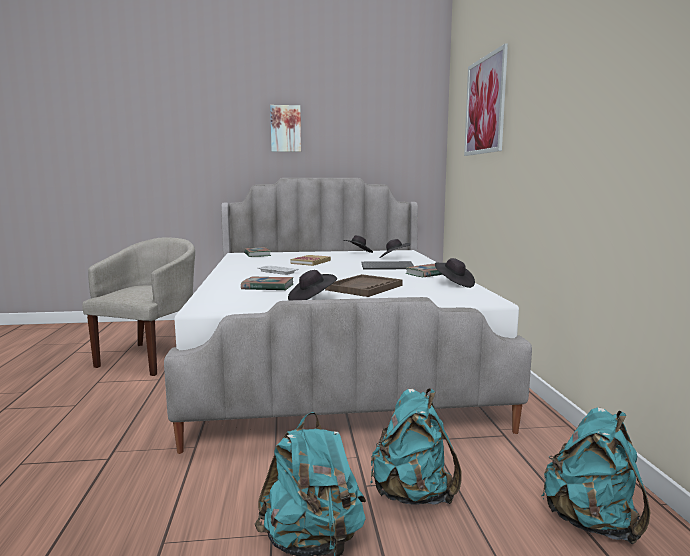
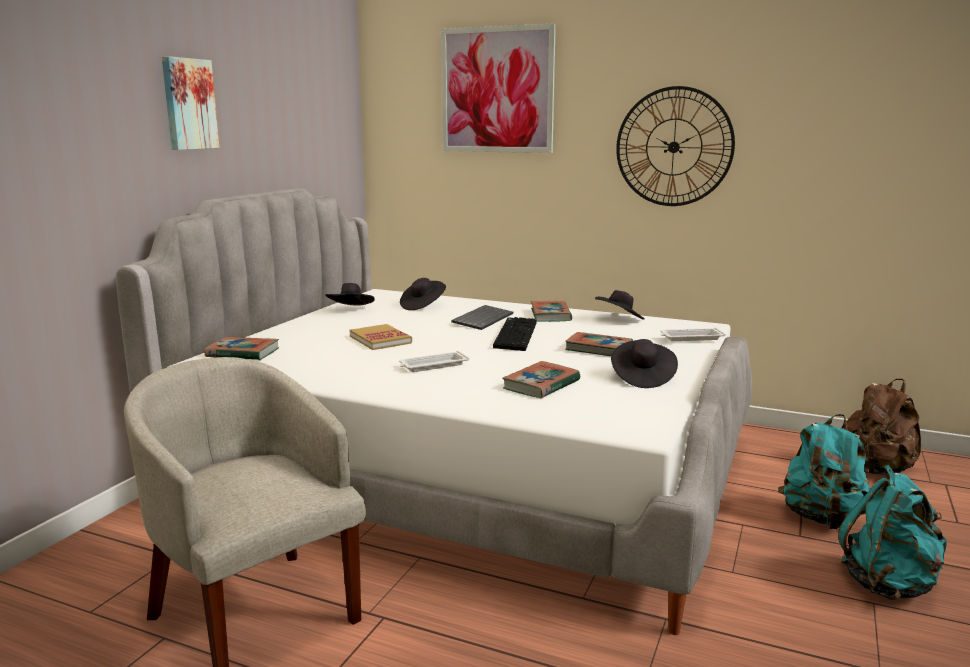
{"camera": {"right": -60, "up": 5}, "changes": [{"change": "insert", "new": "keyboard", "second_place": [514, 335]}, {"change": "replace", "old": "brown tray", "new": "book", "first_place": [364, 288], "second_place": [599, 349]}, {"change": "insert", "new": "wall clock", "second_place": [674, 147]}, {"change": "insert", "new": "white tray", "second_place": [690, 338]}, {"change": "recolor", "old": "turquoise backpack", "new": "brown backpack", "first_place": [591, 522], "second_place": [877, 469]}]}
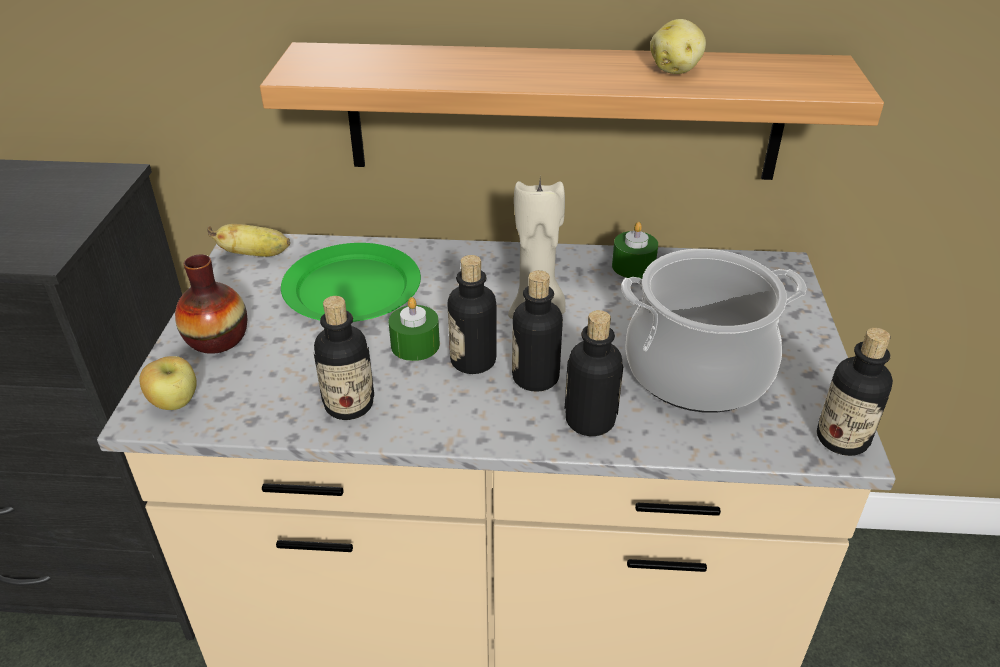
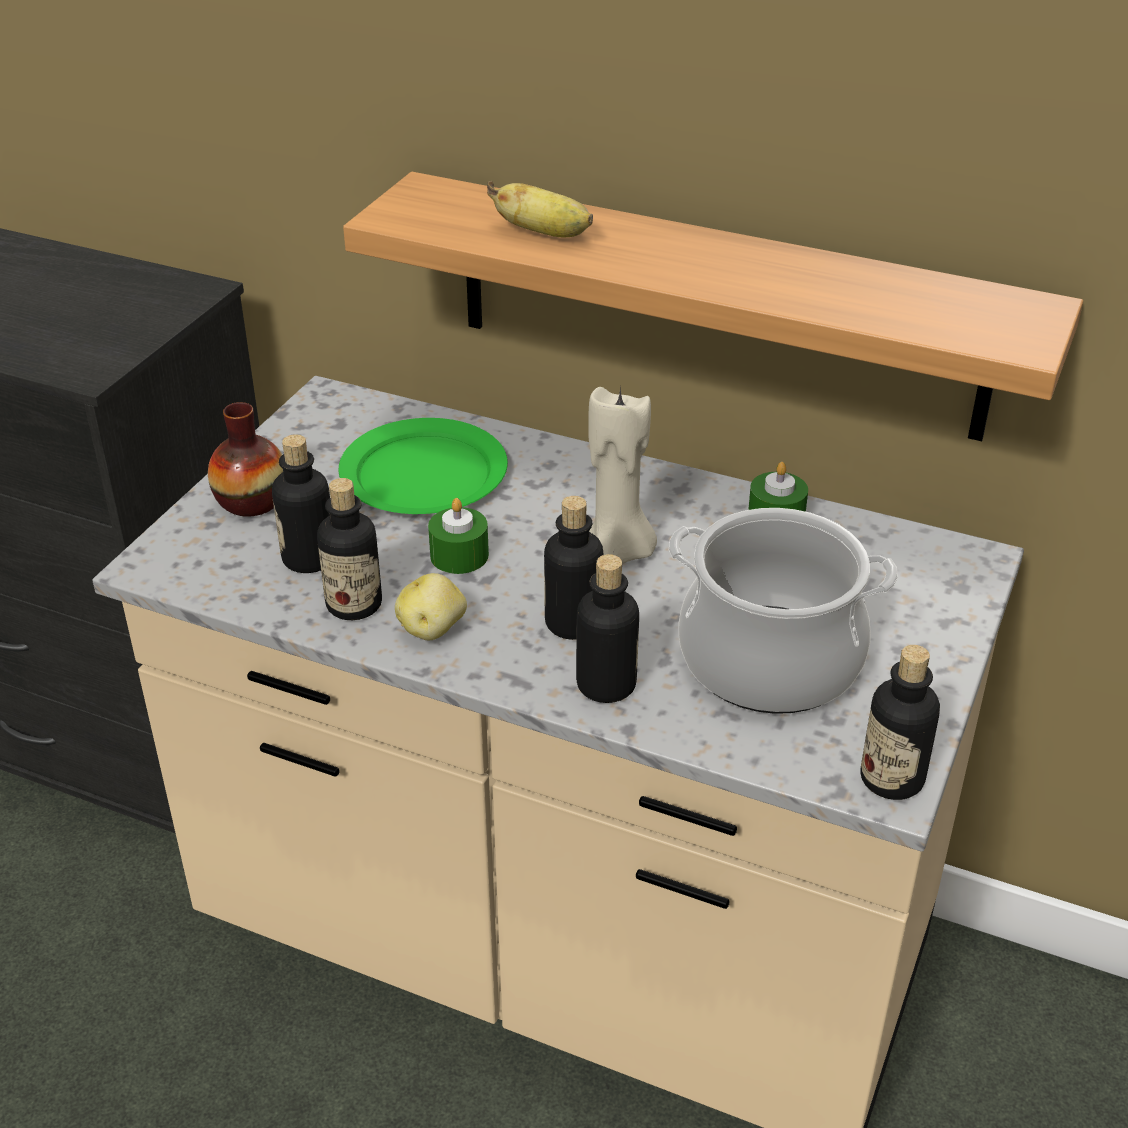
{"camera": {"right": 20, "up": 0}, "changes": [{"change": "move", "old": "bottle", "first_place": [473, 361], "second_place": [309, 558]}, {"change": "move", "old": "potato", "first_place": [676, 70], "second_place": [433, 629]}, {"change": "move", "old": "banana", "first_place": [256, 255], "second_place": [544, 234]}, {"change": "delete", "old": "apple", "first_place": [176, 403]}]}
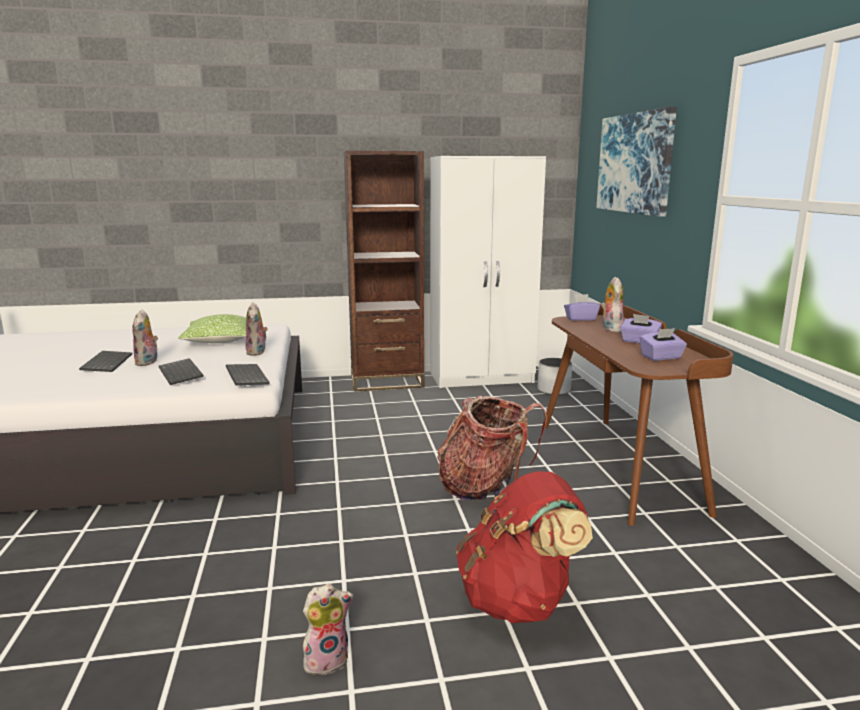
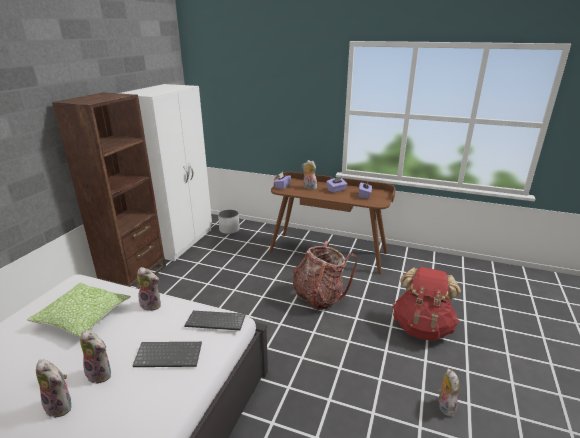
{"camera": {"right": -60, "up": 10}, "changes": [{"change": "replace", "old": "keyboard", "new": "plush toy", "first_place": [106, 363], "second_place": [61, 405]}, {"change": "delete", "old": "picture", "first_place": [634, 163]}]}
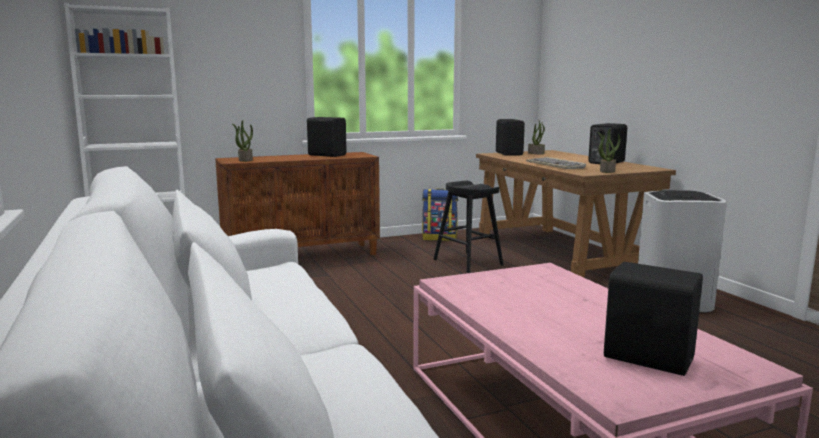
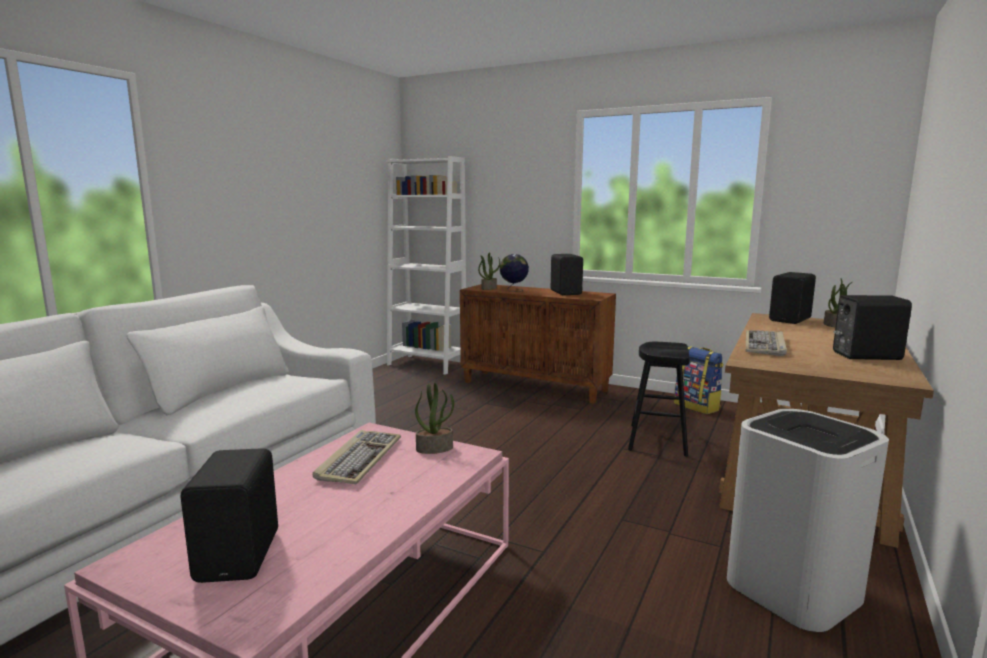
{"camera": {"right": 50, "up": 0}, "changes": [{"change": "insert", "new": "keyboard", "second_place": [359, 459]}, {"change": "move", "old": "potted plant", "first_place": [607, 171], "second_place": [435, 448]}, {"change": "insert", "new": "globe", "second_place": [513, 291]}]}
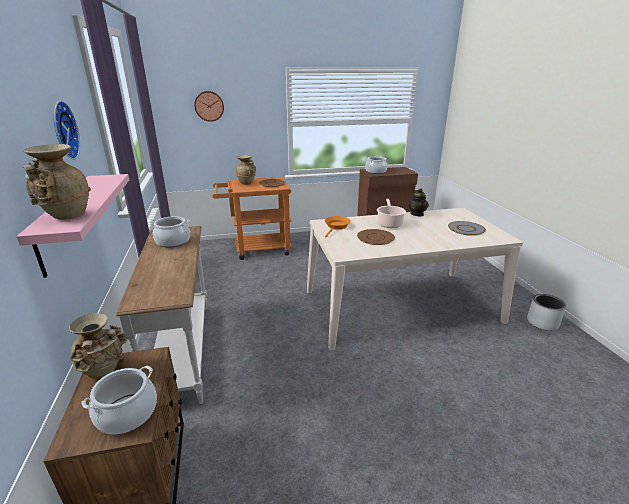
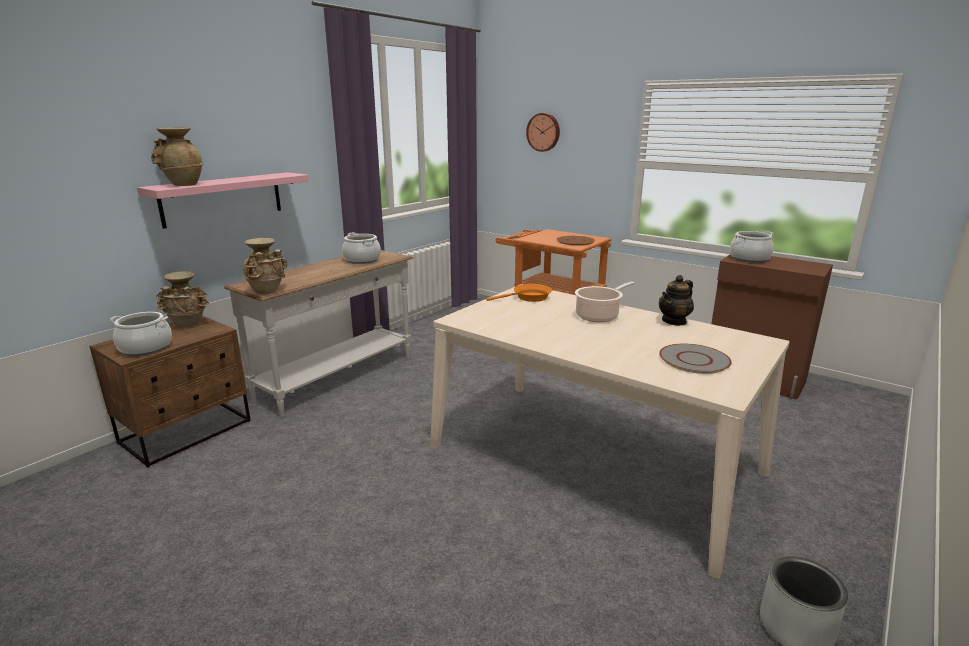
{"camera": {"right": 50, "up": -5}, "changes": [{"change": "move", "old": "beige vase", "first_place": [247, 183], "second_place": [267, 291]}, {"change": "delete", "old": "wall clock", "first_place": [62, 130]}, {"change": "delete", "old": "brown plate", "first_place": [375, 238]}]}
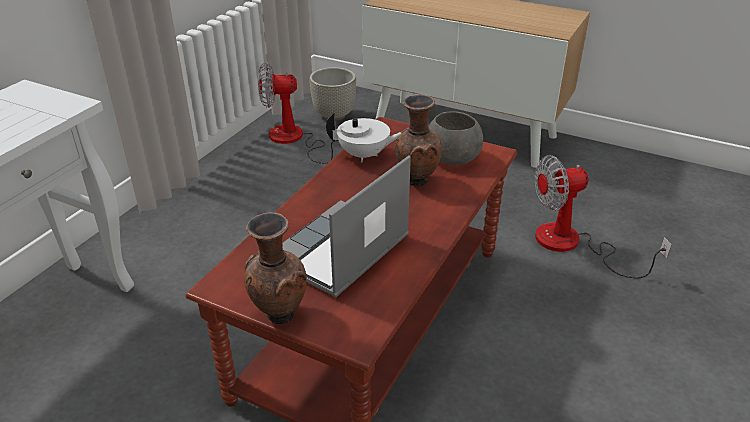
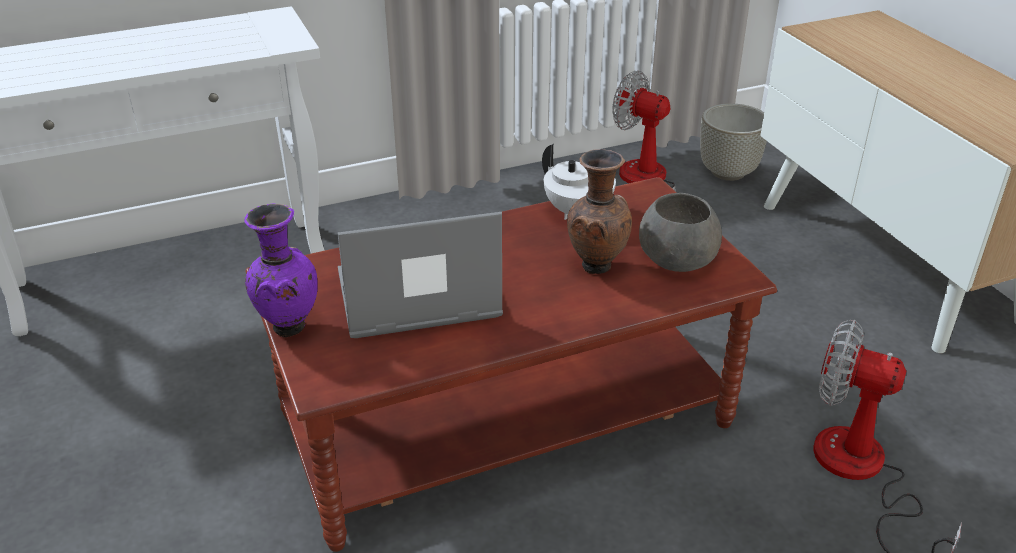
{"camera": {"right": 40, "up": 0}, "changes": [{"change": "recolor", "old": "brown vase", "new": "purple vase", "first_place": [278, 315], "second_place": [287, 326]}]}
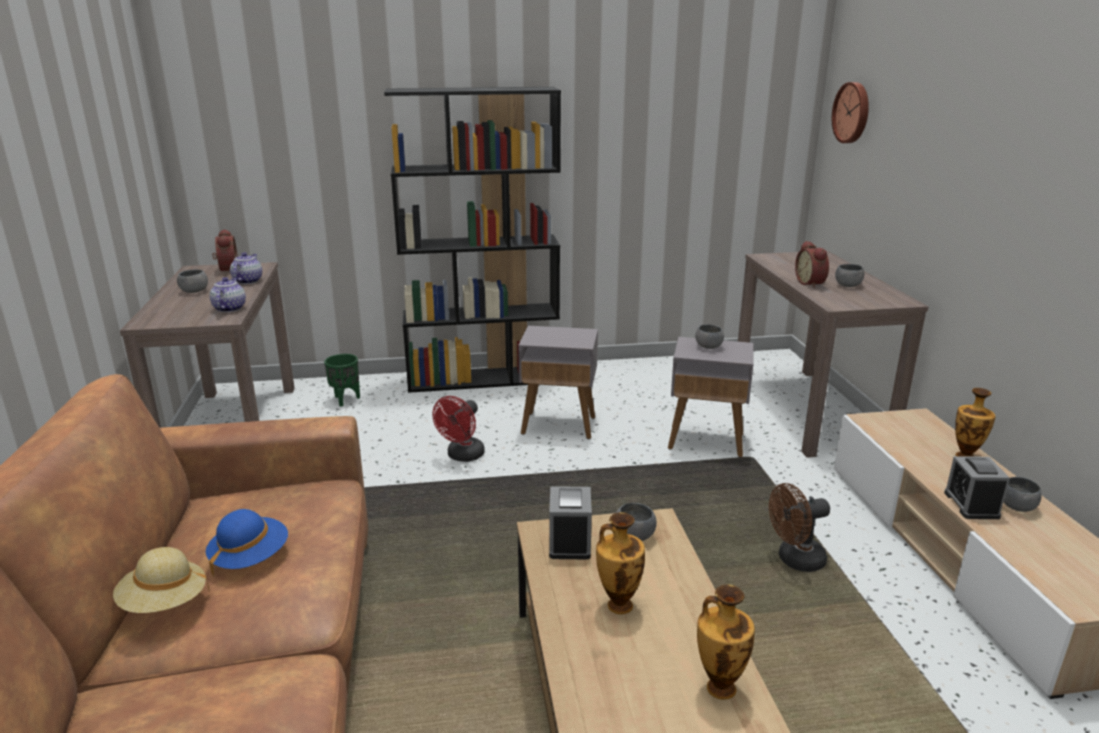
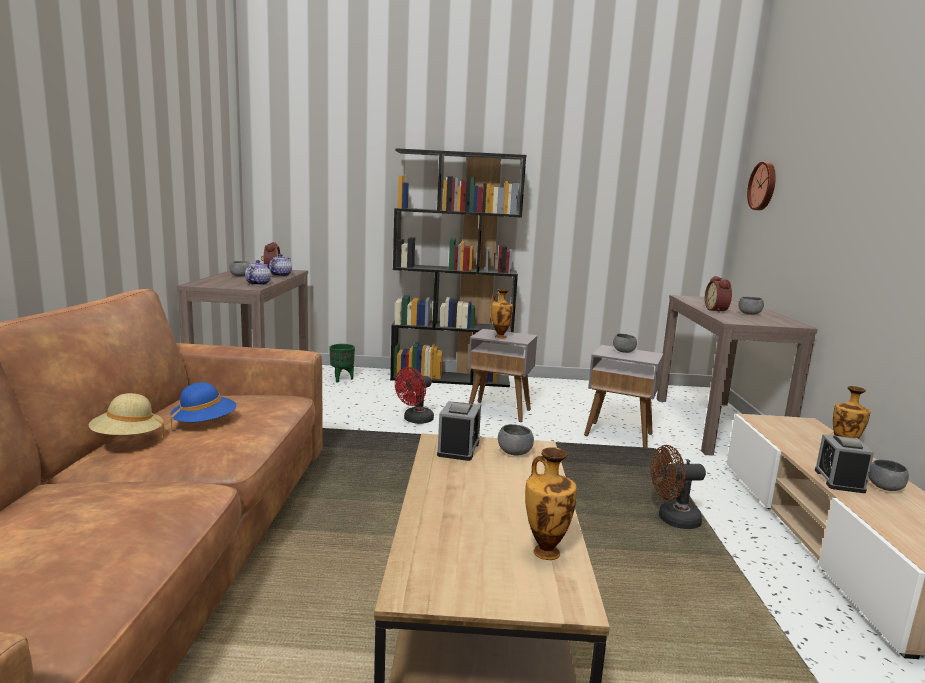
{"camera": {"right": 10, "up": -10}, "changes": [{"change": "move", "old": "vase", "first_place": [618, 605], "second_place": [500, 336]}]}
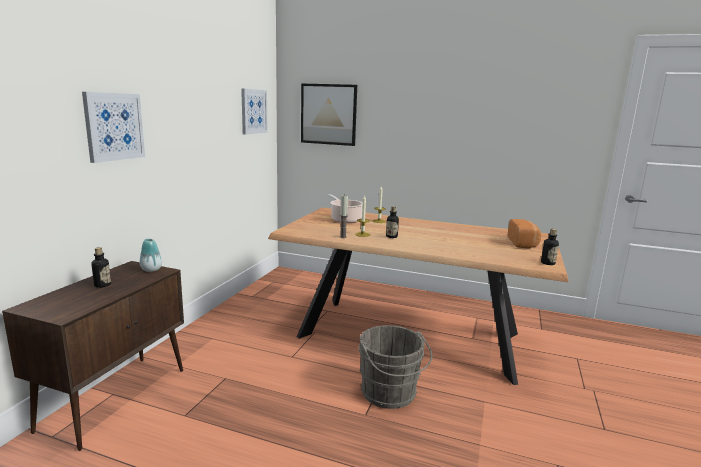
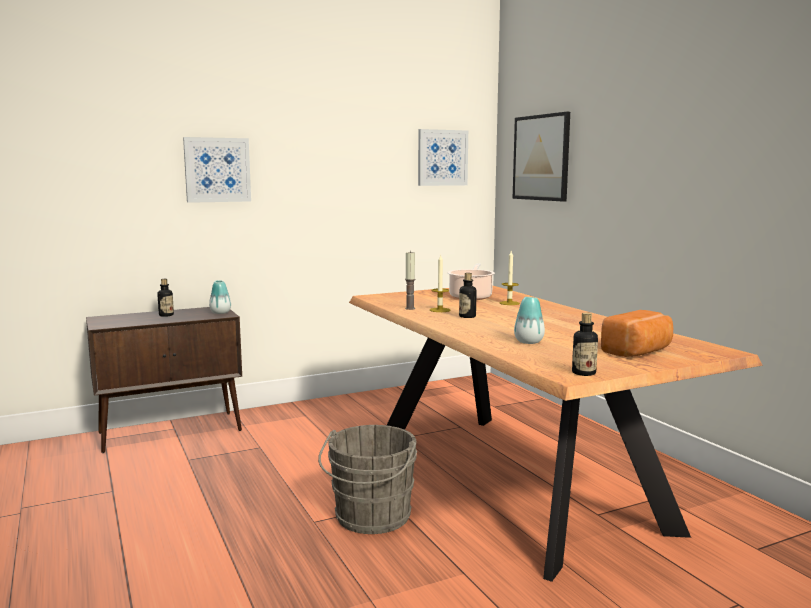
{"camera": {"right": 45, "up": -5}, "changes": [{"change": "insert", "new": "vase", "second_place": [528, 342]}]}
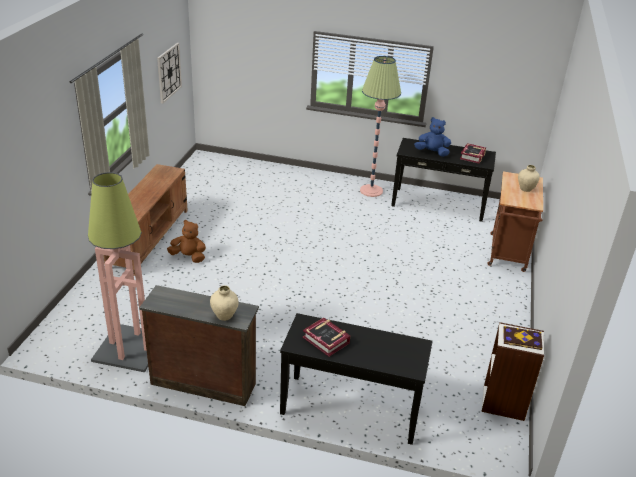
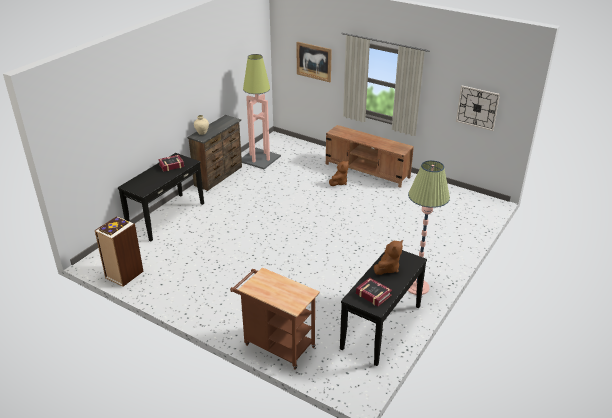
{"camera": {"right": 110, "up": 0}, "changes": [{"change": "insert", "new": "picture", "second_place": [314, 61]}, {"change": "recolor", "old": "blue plush toy", "new": "brown plush toy", "first_place": [432, 152], "second_place": [387, 268]}, {"change": "delete", "old": "beige vase", "first_place": [525, 189]}]}
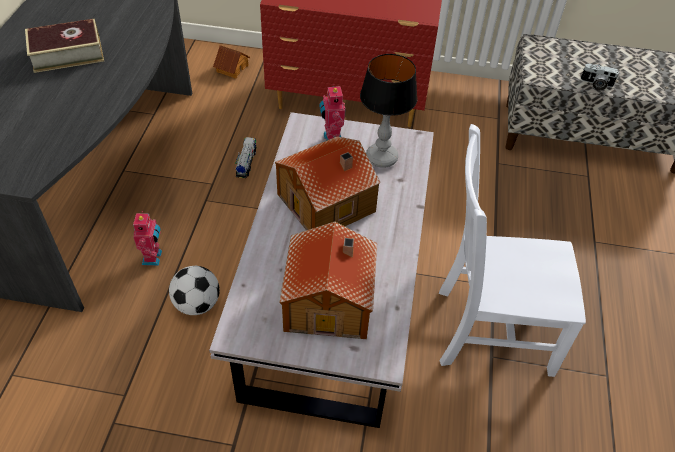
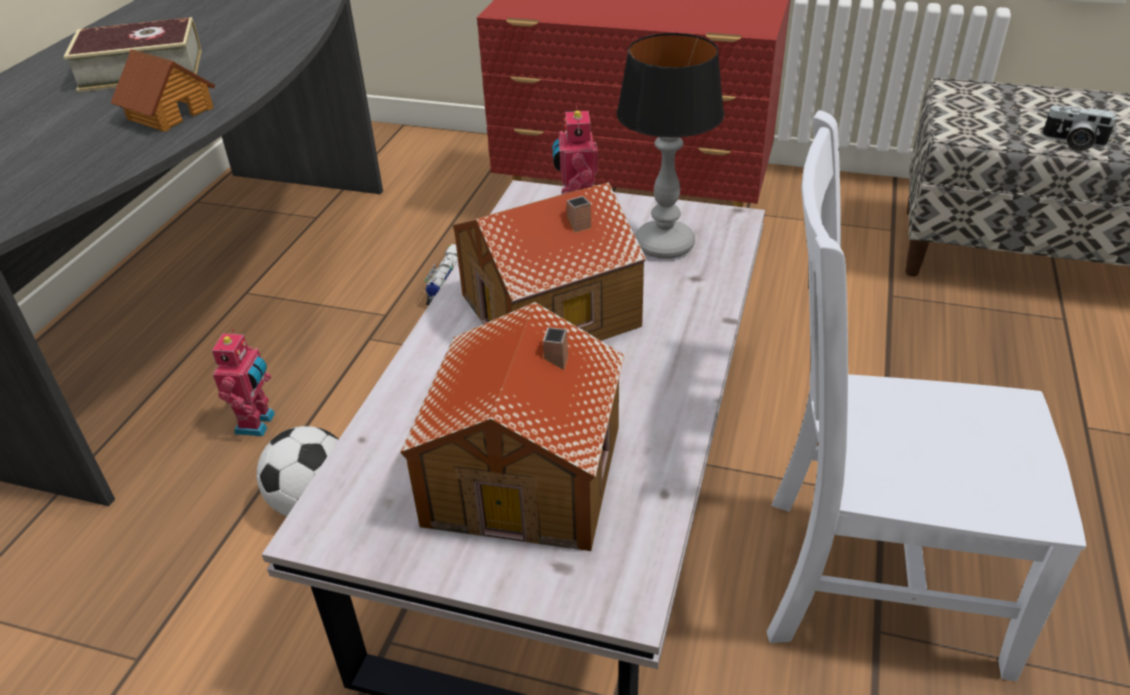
{"camera": {"right": 10, "up": -10}, "changes": [{"change": "move", "old": "toy house", "first_place": [232, 68], "second_place": [169, 113]}]}
